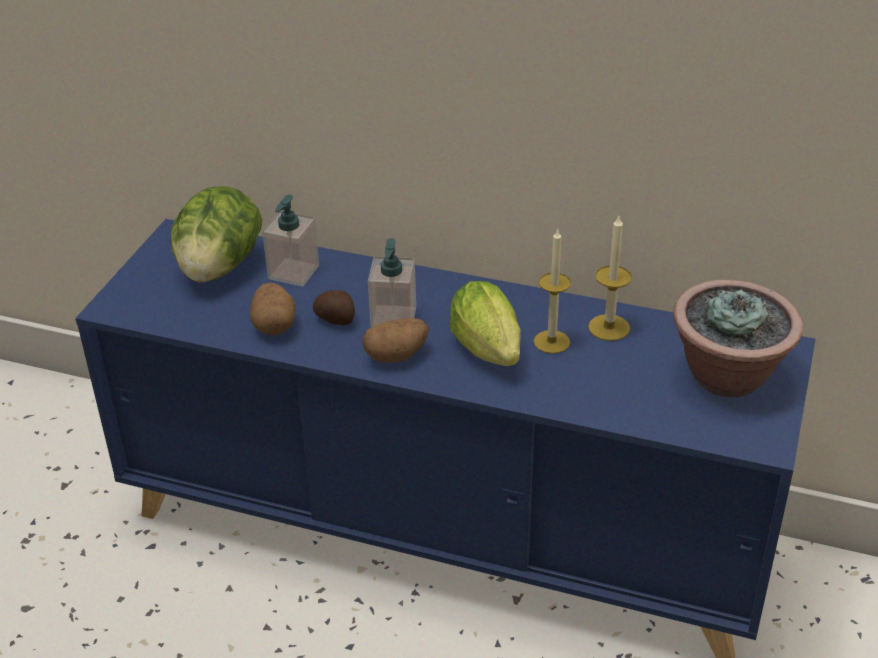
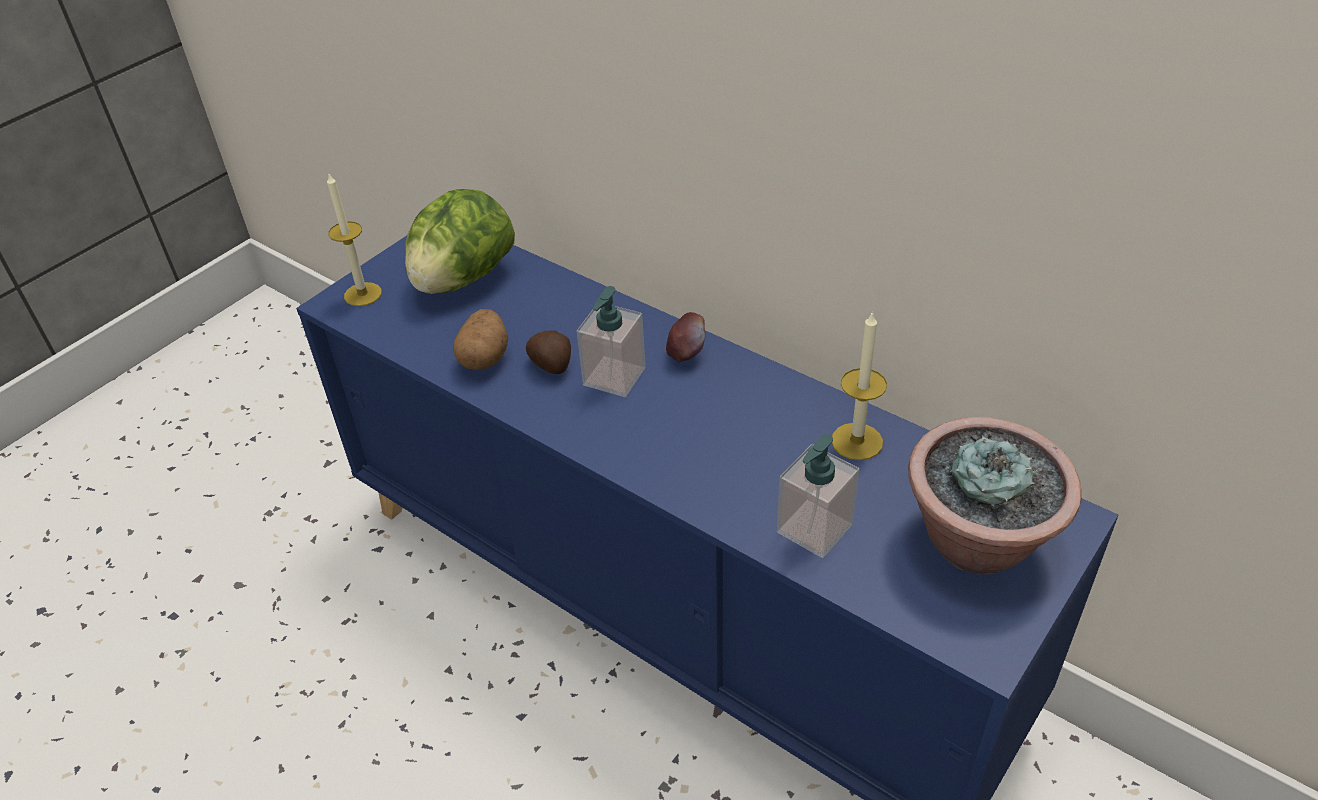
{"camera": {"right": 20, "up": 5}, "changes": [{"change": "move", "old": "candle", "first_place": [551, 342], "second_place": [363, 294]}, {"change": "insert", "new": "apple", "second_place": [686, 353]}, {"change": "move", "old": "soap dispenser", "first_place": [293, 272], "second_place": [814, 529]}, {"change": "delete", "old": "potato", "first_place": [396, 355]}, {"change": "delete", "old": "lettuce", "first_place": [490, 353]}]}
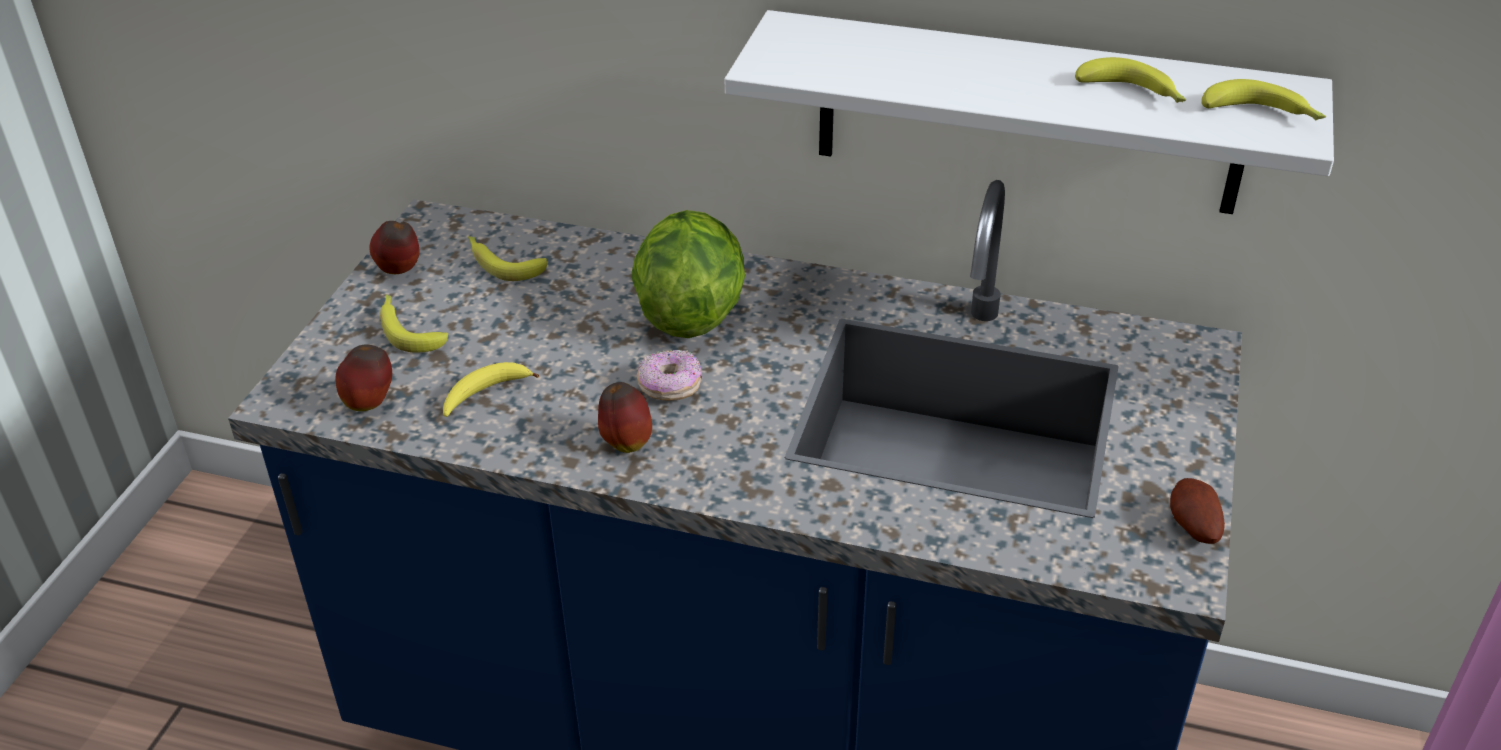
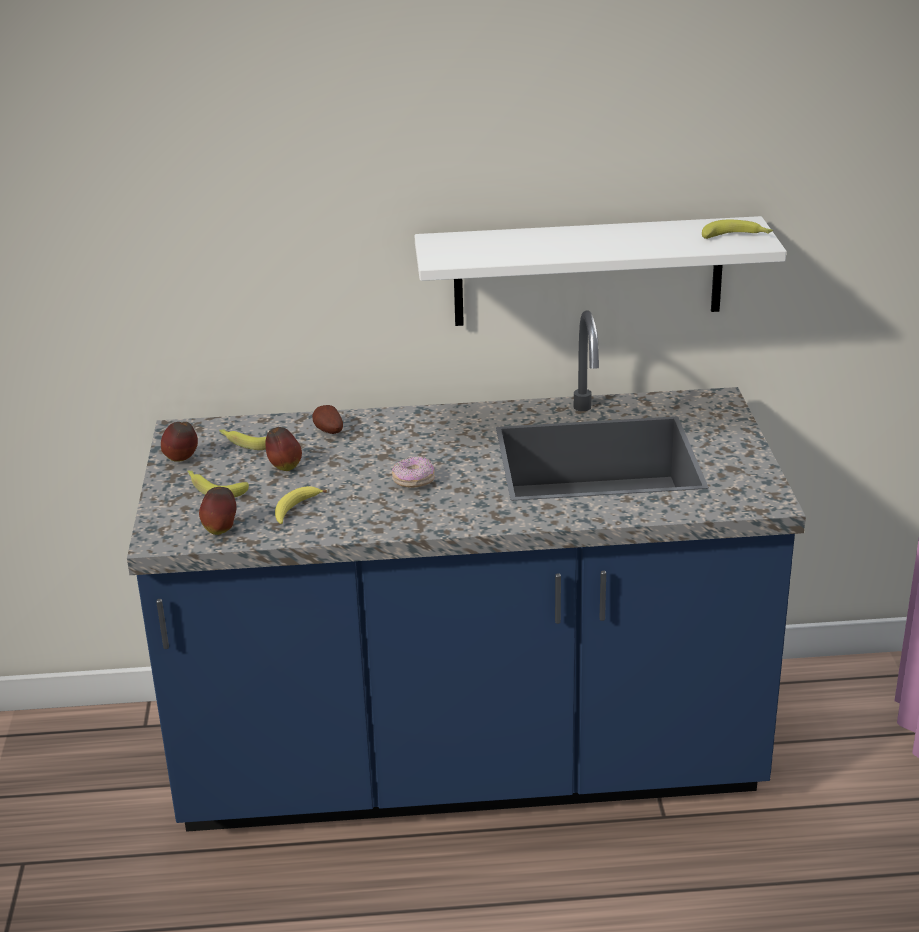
{"camera": {"right": -20, "up": -10}, "changes": [{"change": "move", "old": "apple", "first_place": [626, 443], "second_place": [284, 467]}, {"change": "move", "old": "potato", "first_place": [1192, 527], "second_place": [328, 431]}, {"change": "delete", "old": "lettuce", "first_place": [689, 312]}, {"change": "delete", "old": "banana", "first_place": [1132, 94]}]}
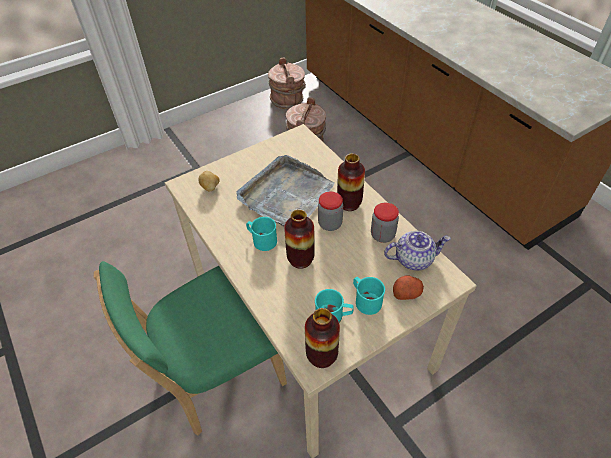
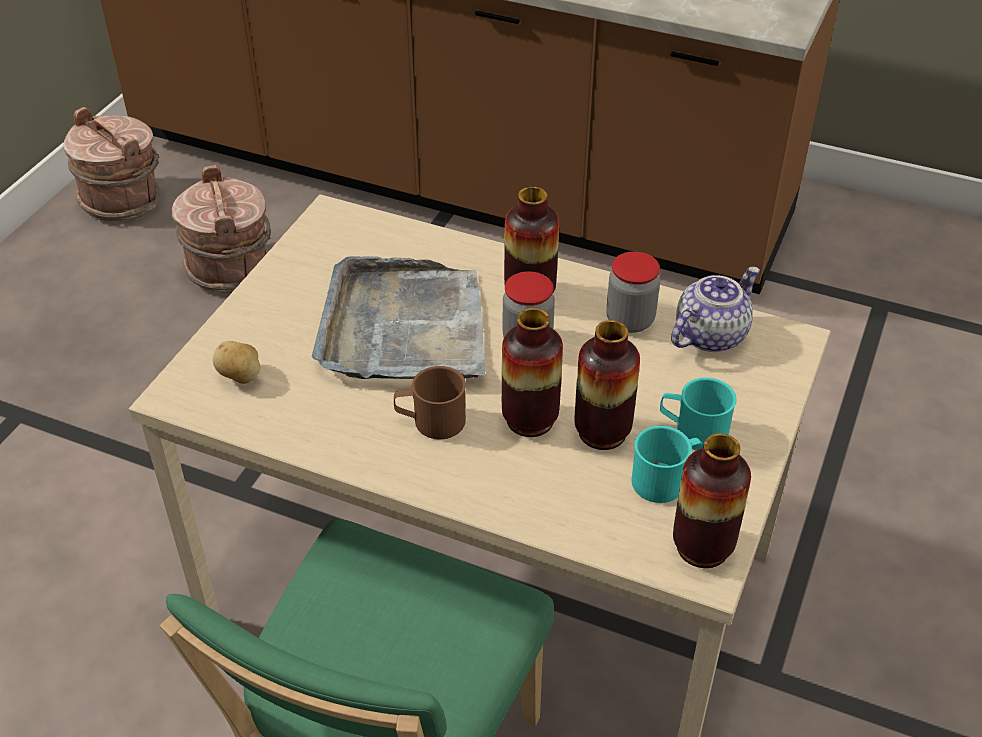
{"camera": {"right": -35, "up": -5}, "changes": [{"change": "recolor", "old": "turquoise mug", "new": "brown mug", "first_place": [262, 240], "second_place": [431, 421]}, {"change": "insert", "new": "vase", "second_place": [602, 432]}, {"change": "delete", "old": "potato", "first_place": [406, 292]}]}
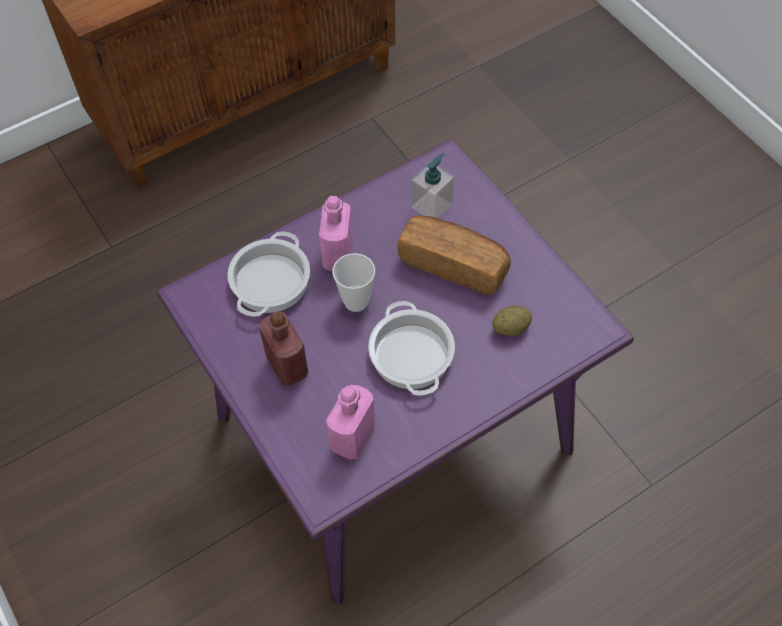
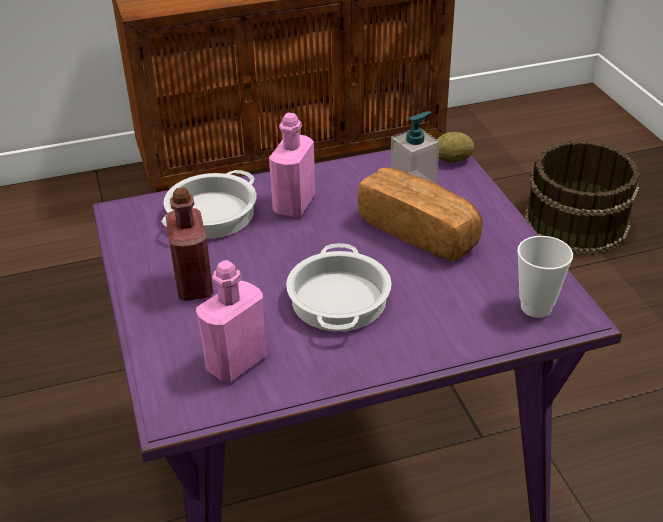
{"camera": {"right": 15, "up": -20}, "changes": [{"change": "move", "old": "potato", "first_place": [510, 328], "second_place": [452, 160]}, {"change": "move", "old": "cup", "first_place": [356, 301], "second_place": [536, 307]}, {"change": "insert", "new": "brown bucket", "second_place": [575, 222]}]}
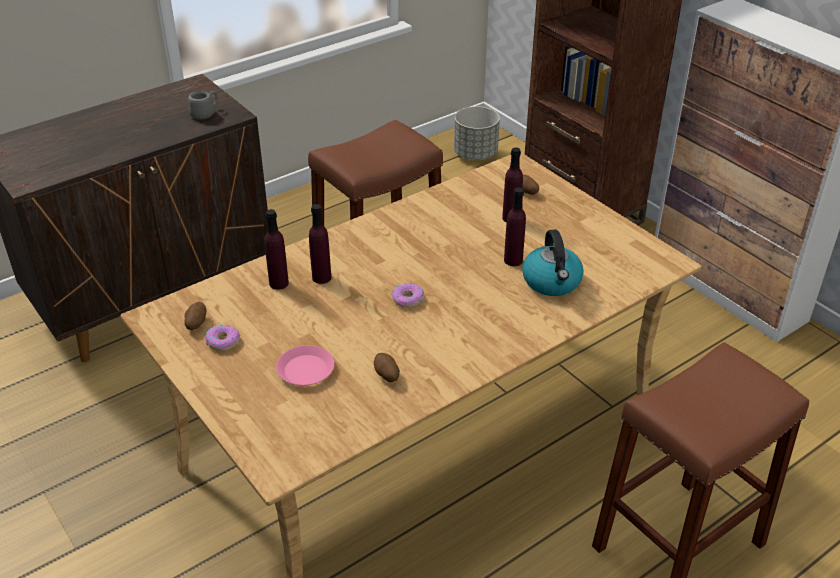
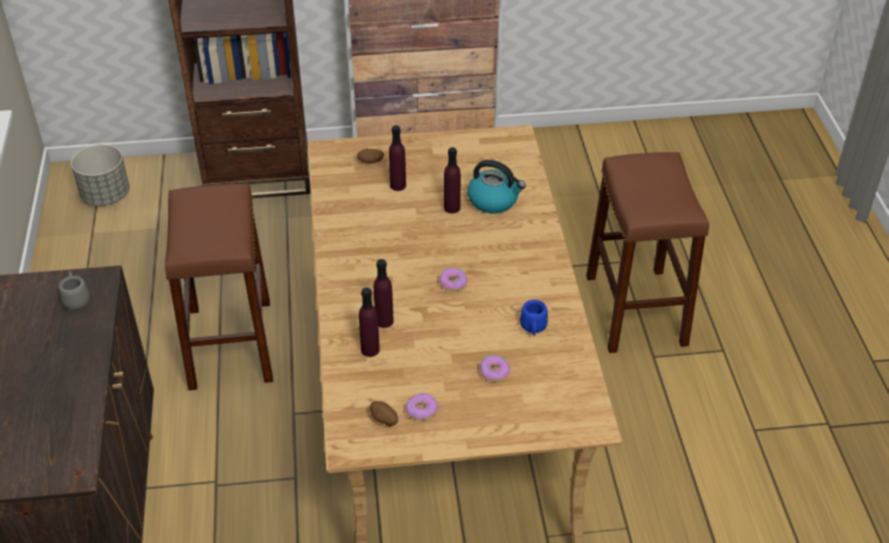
{"camera": {"right": -60, "up": 5}, "changes": [{"change": "replace", "old": "pink plate", "new": "donut", "first_place": [305, 370], "second_place": [494, 371]}, {"change": "replace", "old": "potato", "new": "blue mug", "first_place": [386, 375], "second_place": [533, 328]}]}
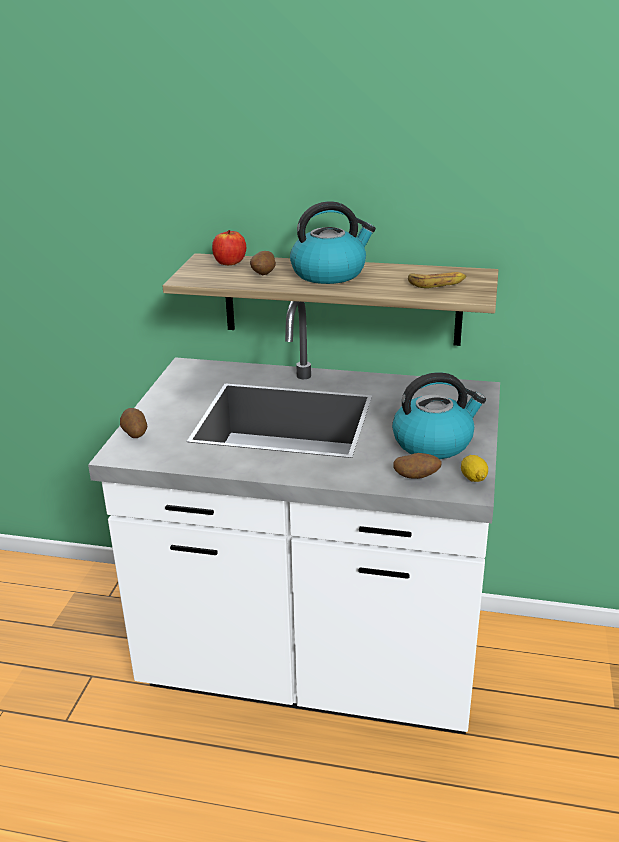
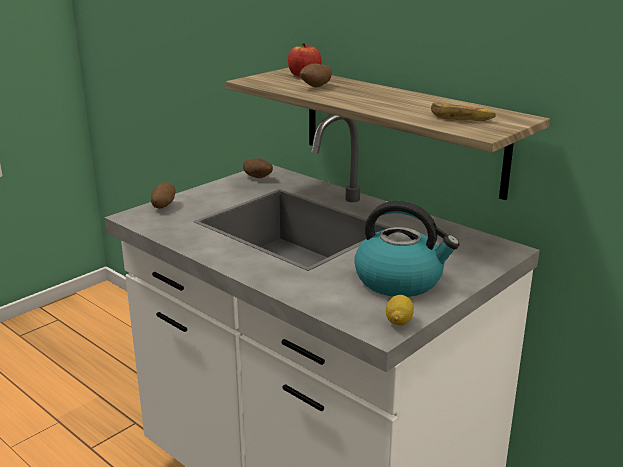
{"camera": {"right": 30, "up": -5}, "changes": [{"change": "move", "old": "potato", "first_place": [416, 477], "second_place": [258, 178]}, {"change": "delete", "old": "kettle", "first_place": [329, 273]}]}
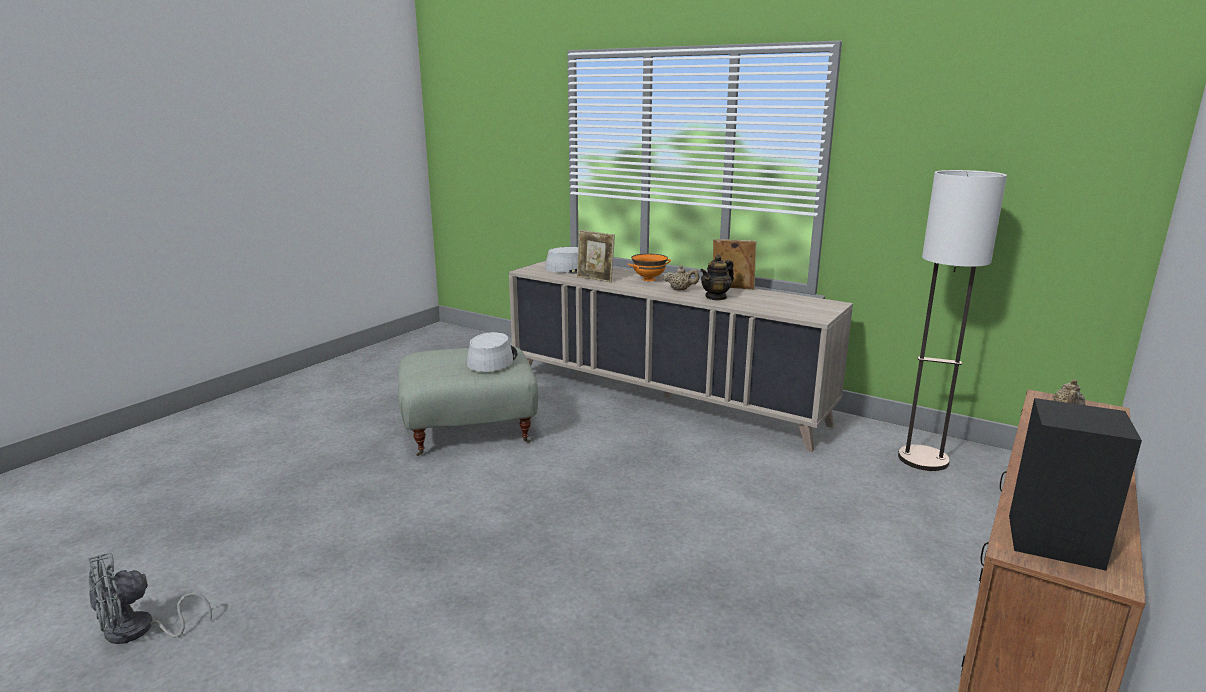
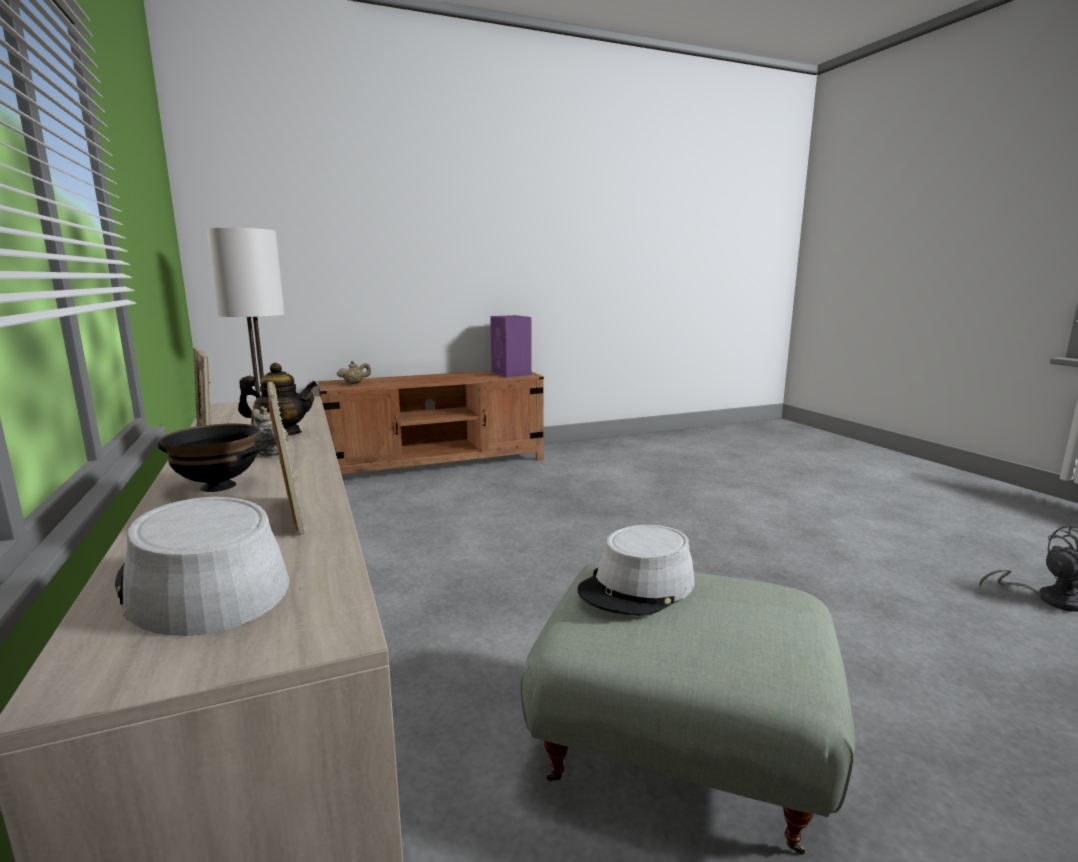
{"camera": {"right": -145, "up": -5}, "changes": [{"change": "recolor", "old": "orange bowl", "new": "black bowl", "first_place": [649, 279], "second_place": [219, 486]}, {"change": "recolor", "old": "black speaker", "new": "purple speaker", "first_place": [1051, 541], "second_place": [511, 374]}]}
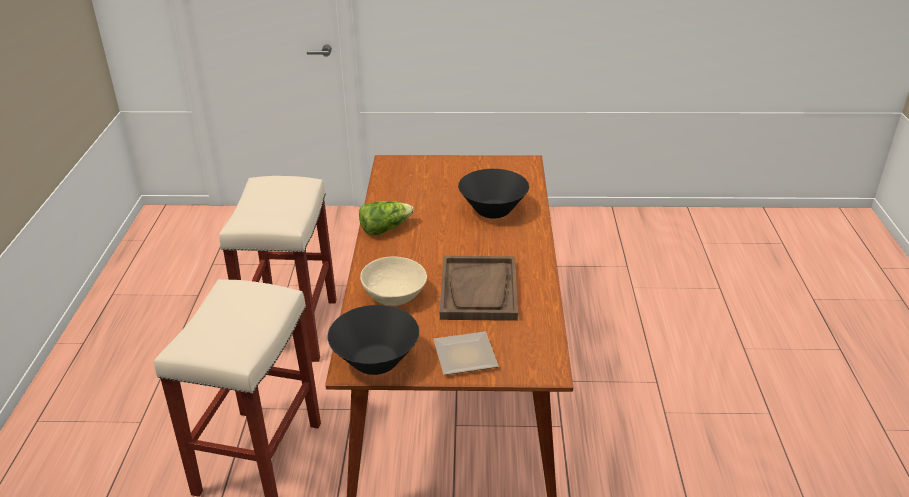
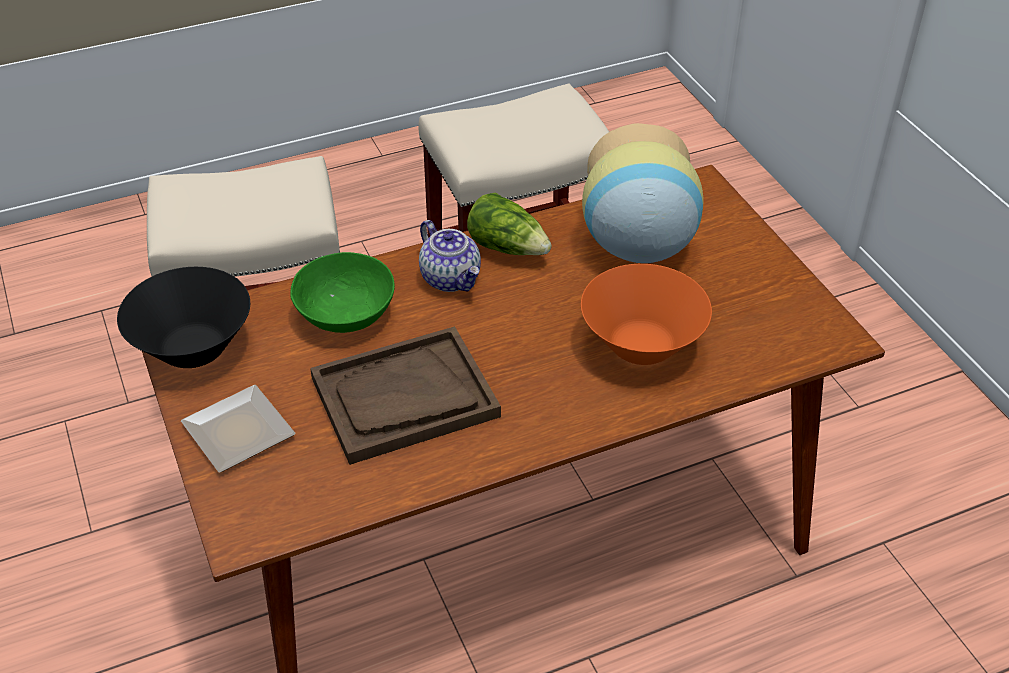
{"camera": {"right": 65, "up": 10}, "changes": [{"change": "recolor", "old": "beige bowl", "new": "green bowl", "first_place": [394, 295], "second_place": [346, 315]}, {"change": "insert", "new": "teapot", "second_place": [451, 278]}, {"change": "recolor", "old": "black bowl", "new": "orange bowl", "first_place": [492, 211], "second_place": [641, 345]}, {"change": "insert", "new": "vase", "second_place": [637, 246]}]}
